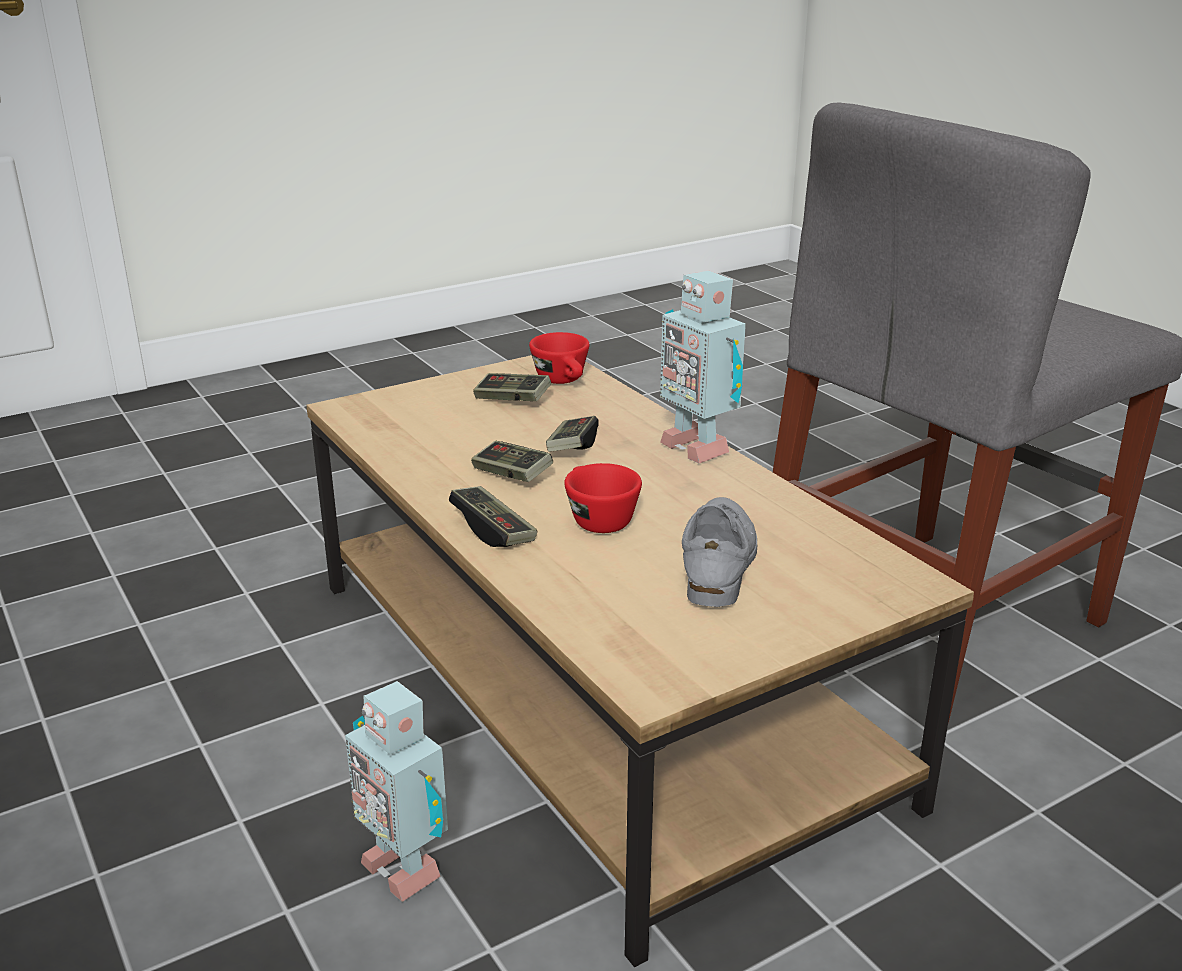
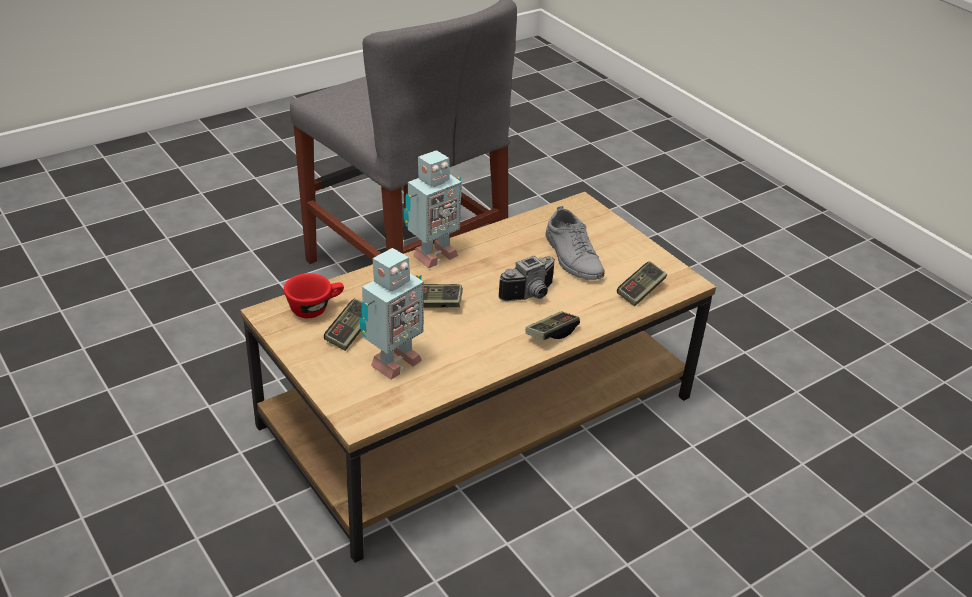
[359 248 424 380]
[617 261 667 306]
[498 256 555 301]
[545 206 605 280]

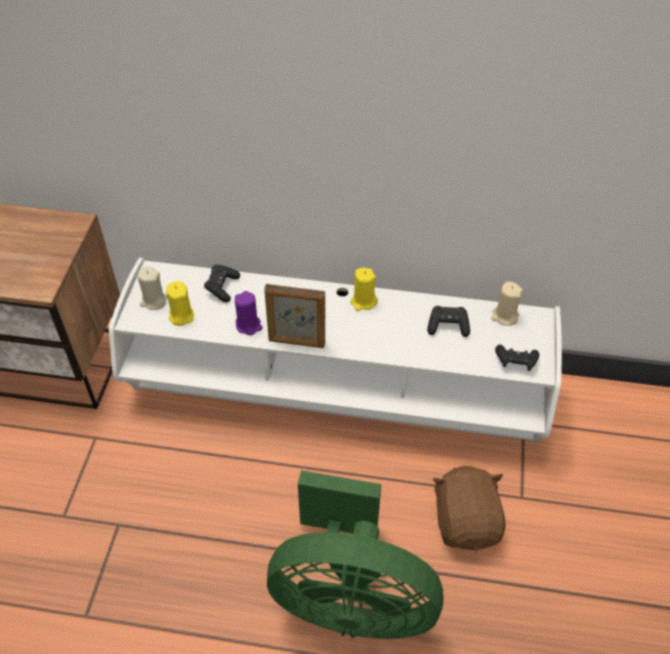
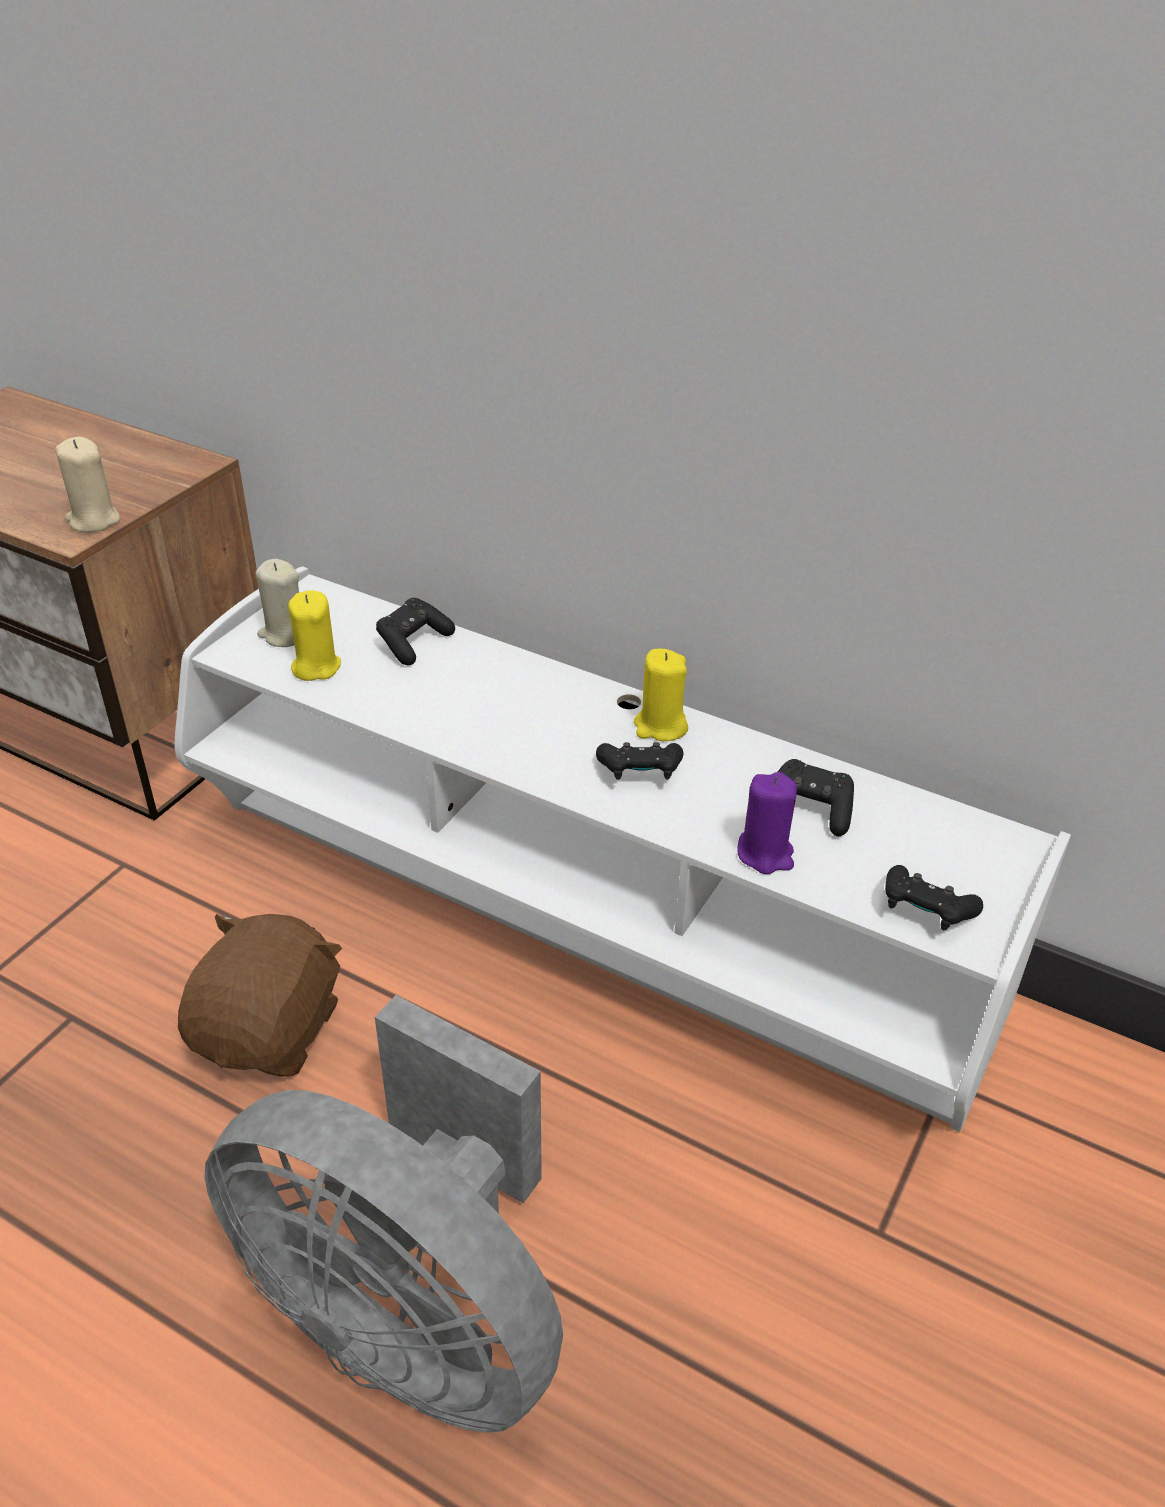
[264 284 325 348] (first image)
[596 742 683 780]
[737 772 797 874]
[178 914 342 1077]
[55 437 120 533]
[204 995 563 1433]

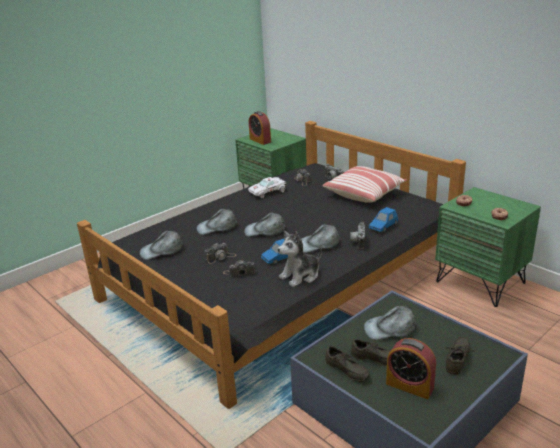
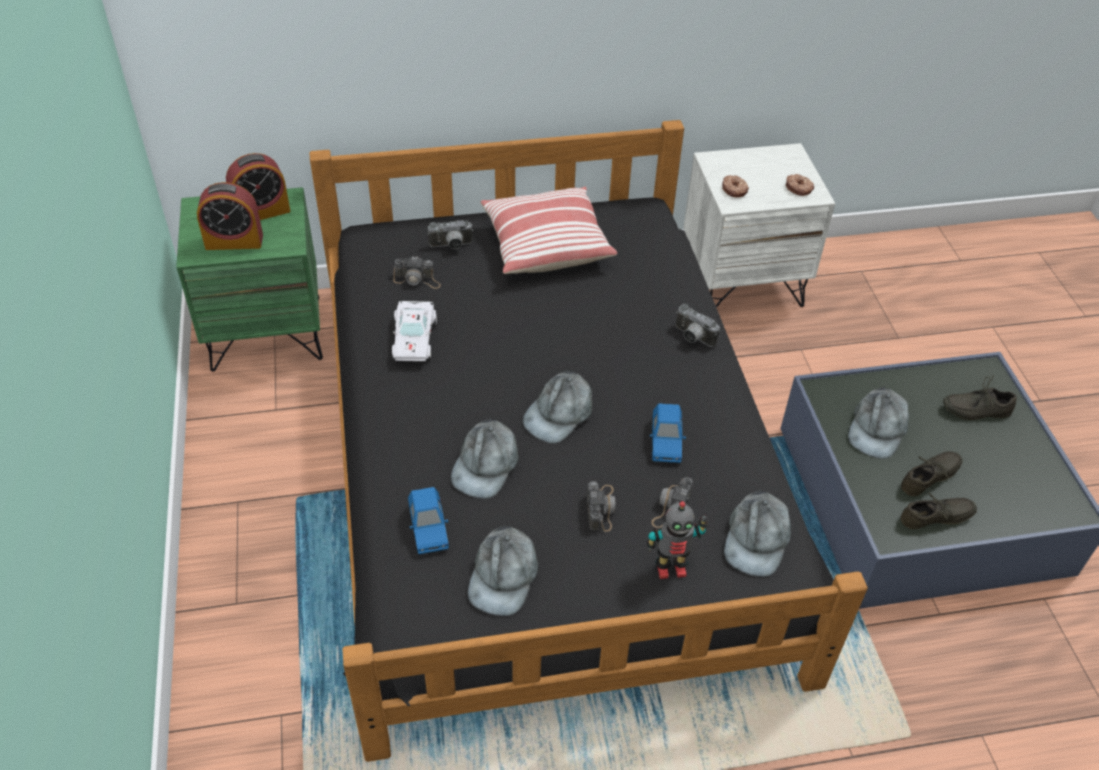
[277 231 322 287] (first image)
[647 501 708 579]
[724 490 791 577]
[408 487 449 554]
[226 153 291 220]
[683 143 835 308]
[943 375 1017 420]

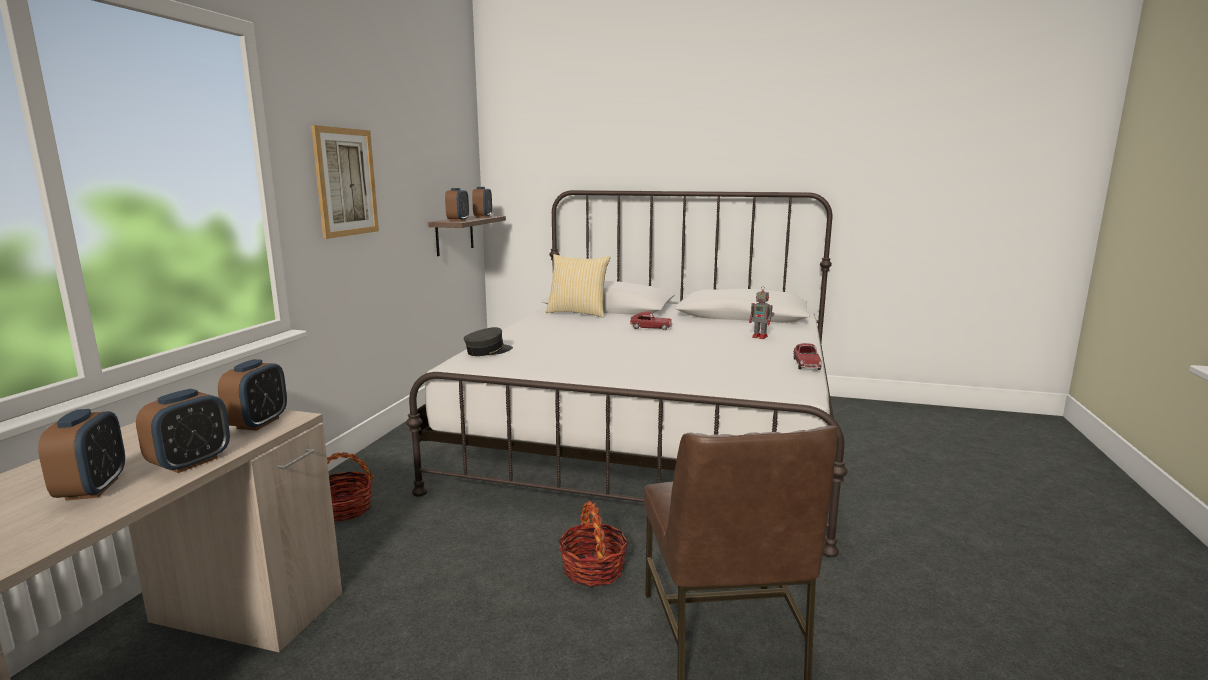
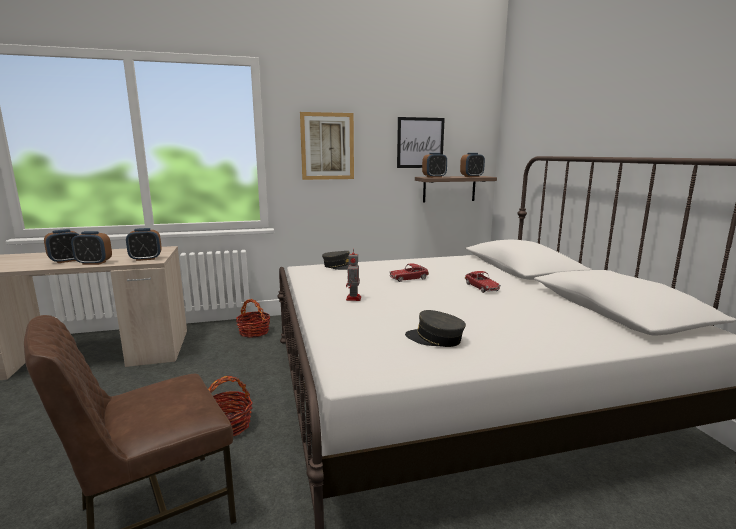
[545 254 611 318] (first image)
[397 117 445 168]
[405 310 466 347]
[346 248 361 301]
[389 264 429 282]

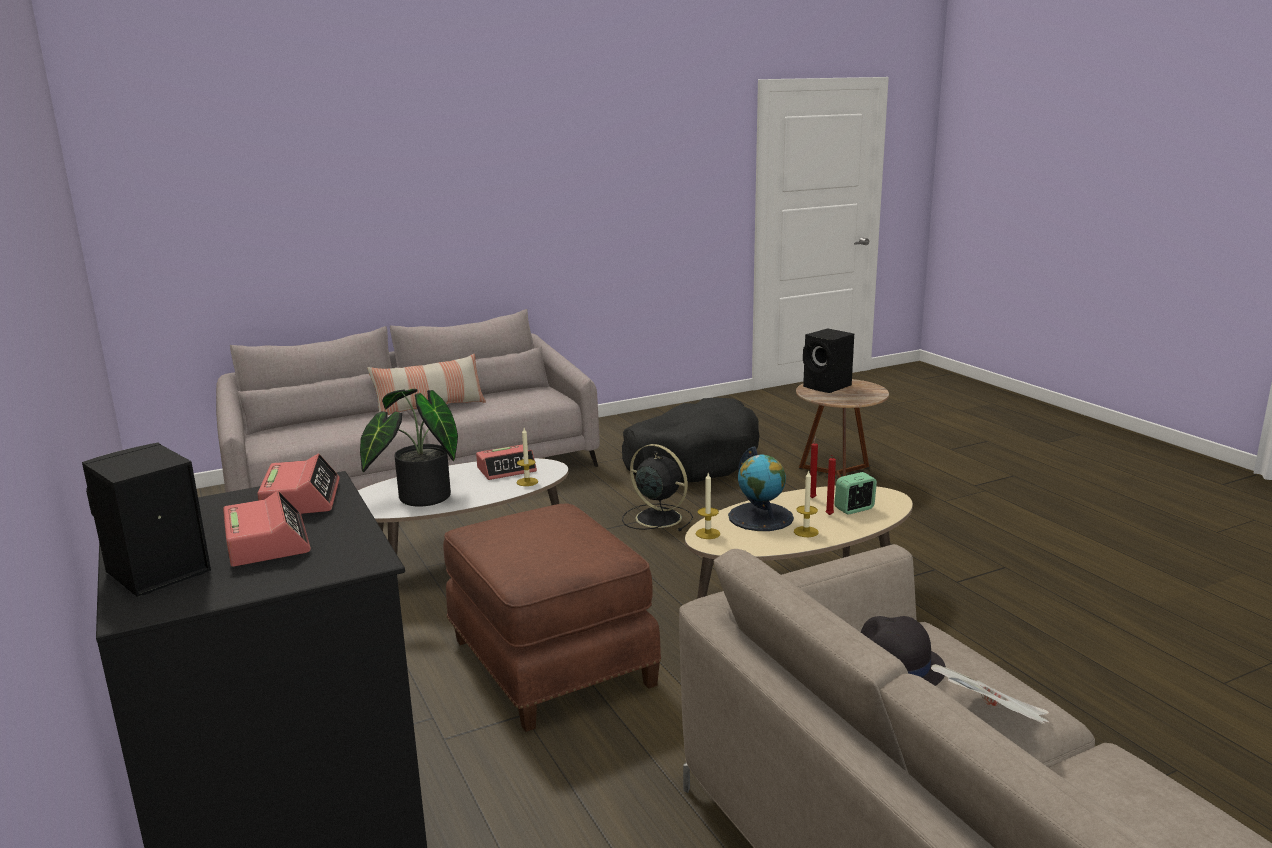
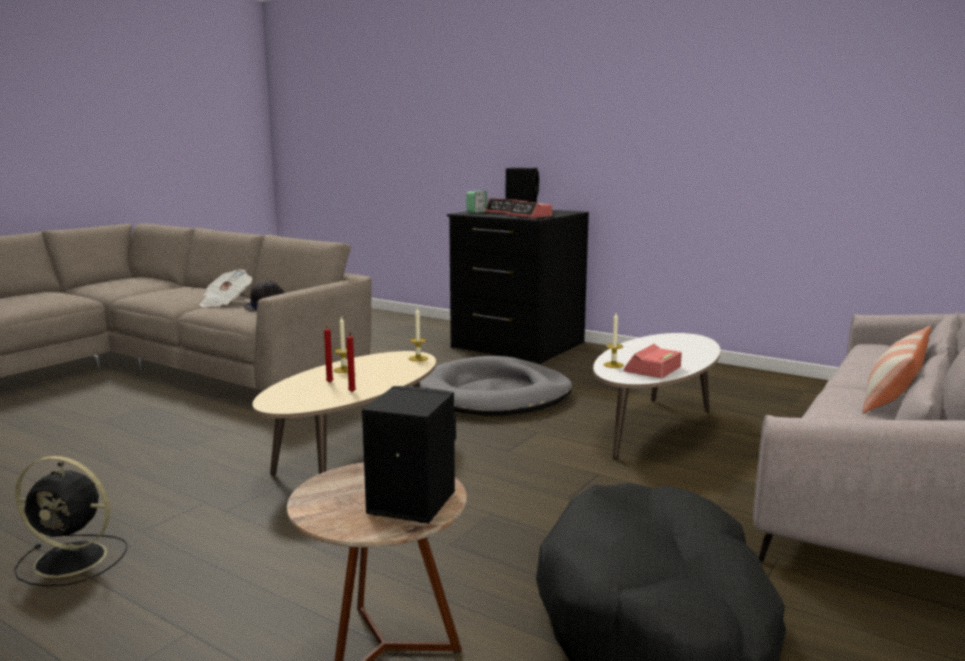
[360 389 458 507] (first image)
[728 447 794 531] (first image)
[14 456 127 587]
[466 191 487 213]
[420 356 572 416]

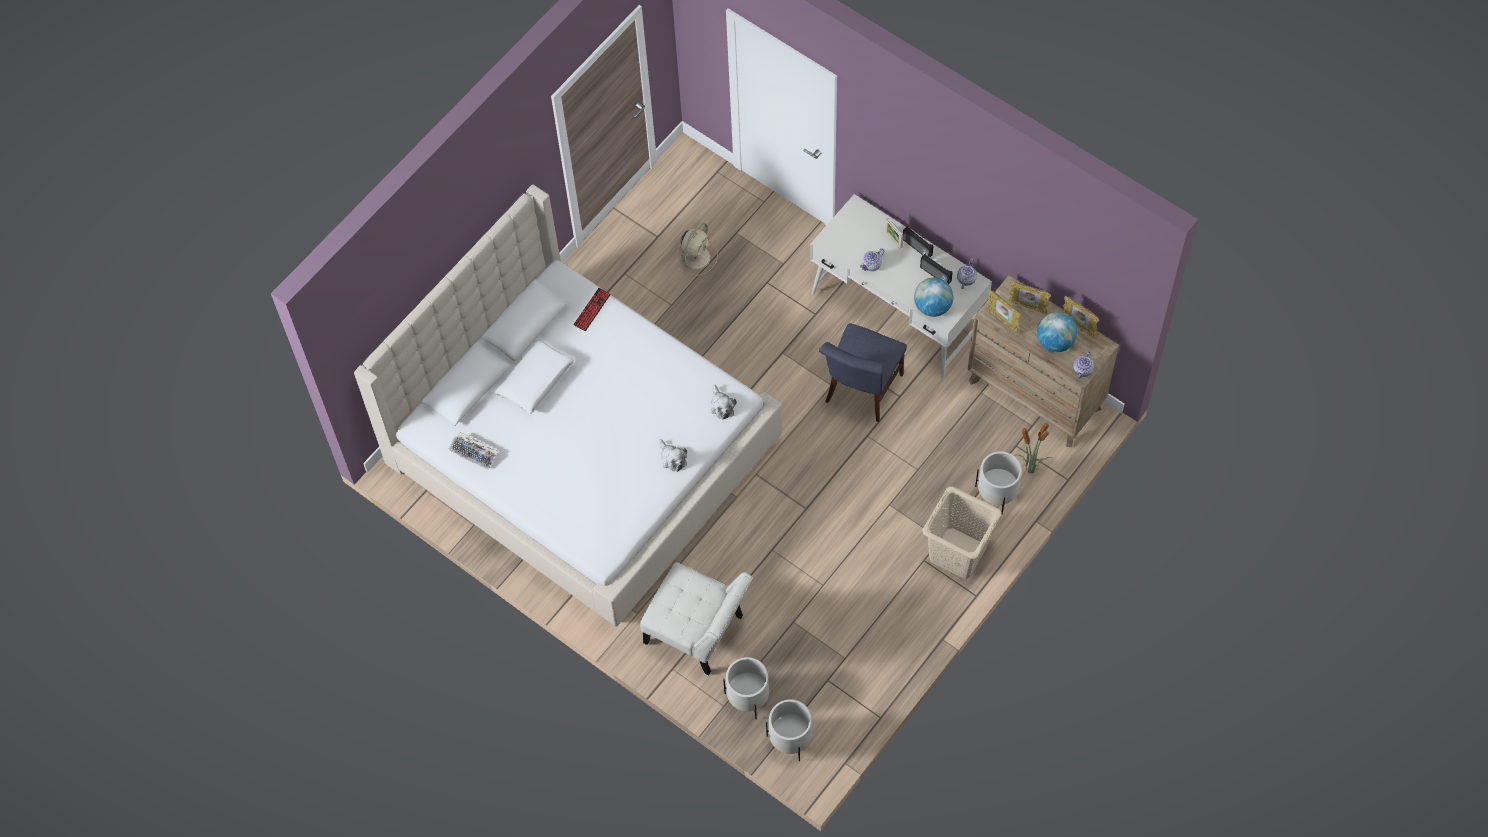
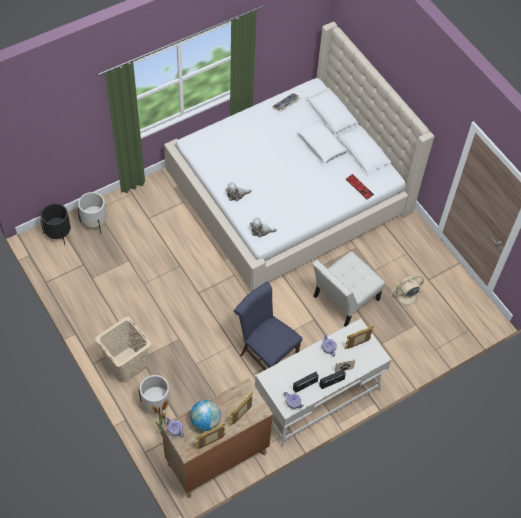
[914 277 953 317] (first image)
[313 251 385 327]
[344 325 374 349]
[40 203 71 245]
[391 276 424 310]

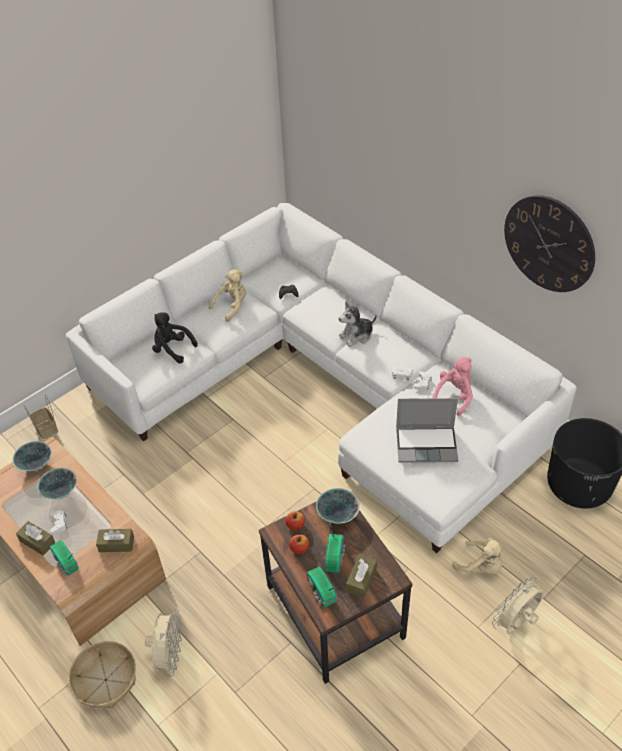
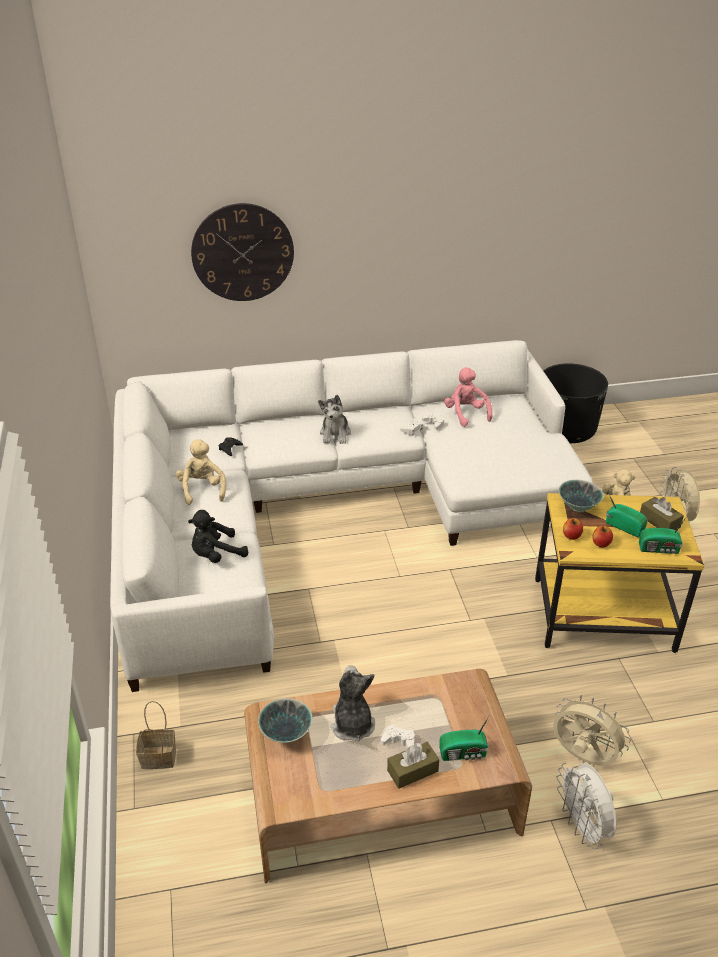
[96 529 134 552] (first image)
[396 398 458 463] (first image)
[191 203 294 301]
[331 665 375 742]
[556 763 616 849]
[535 493 705 653]

